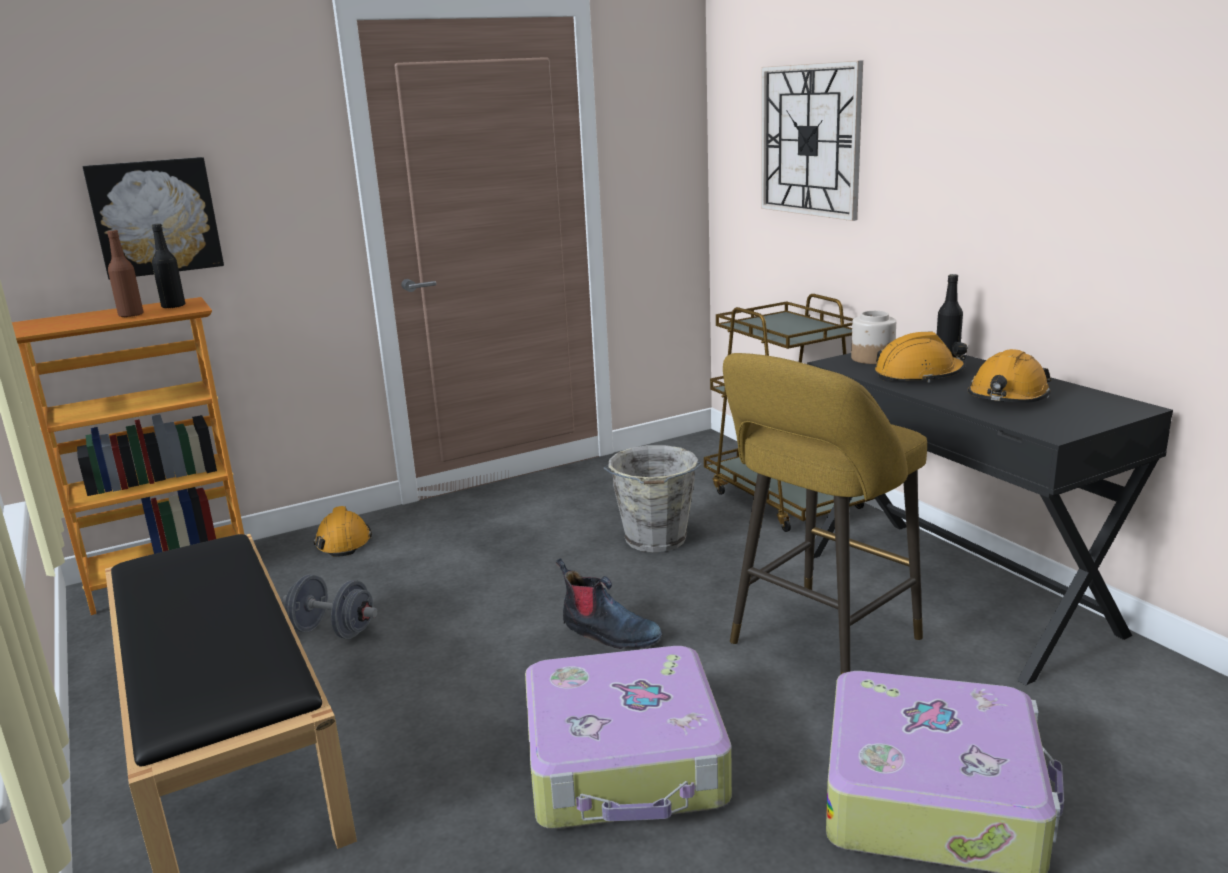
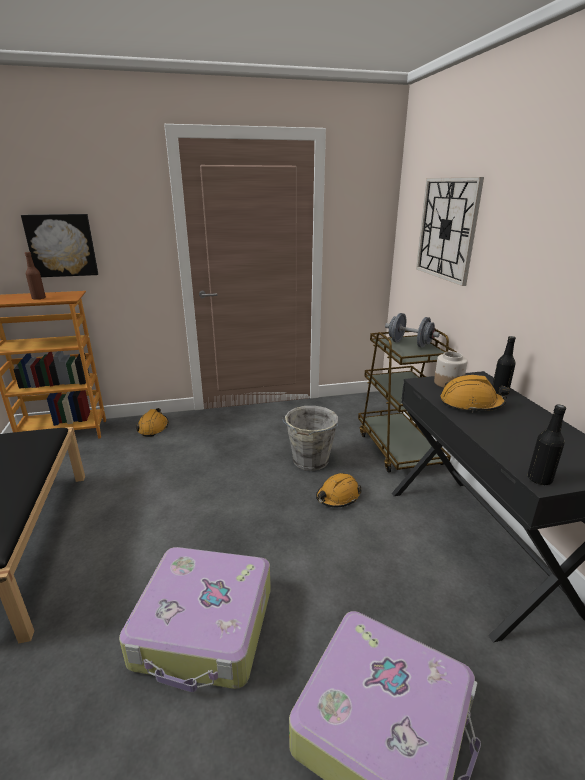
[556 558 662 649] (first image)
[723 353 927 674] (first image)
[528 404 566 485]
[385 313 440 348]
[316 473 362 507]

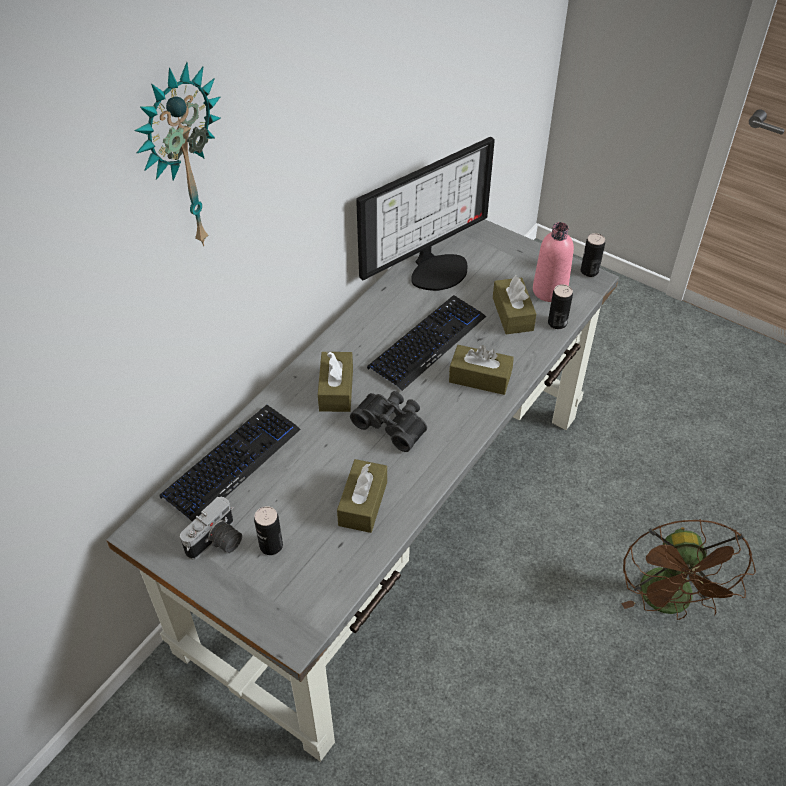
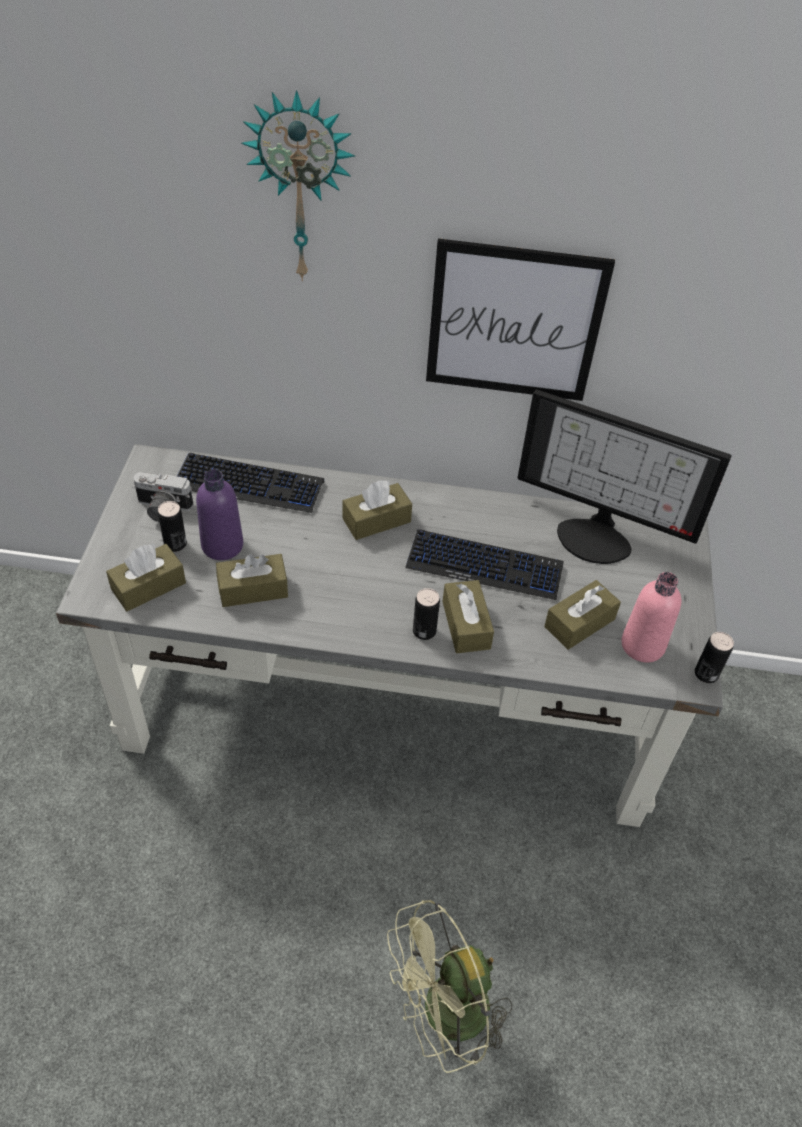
[350 391 427 452] (first image)
[106 544 186 611]
[196 469 243 560]
[426 238 615 401]
[413 588 440 640]
[387 900 512 1073]

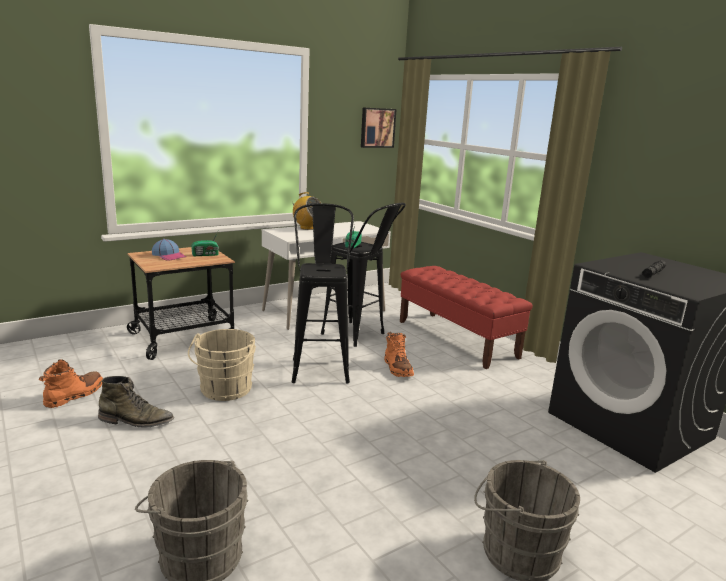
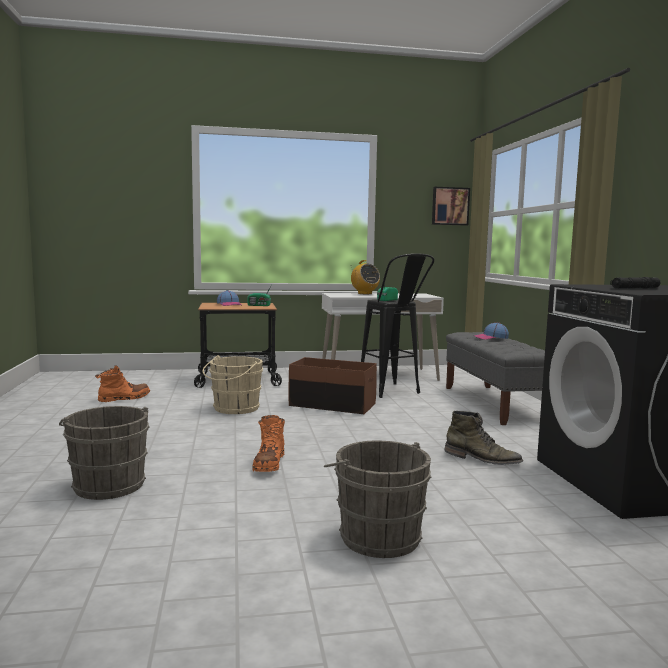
[473 322 509 340]
[444 411 523 465]
[252 415 285 472]
[288 357 377 414]
[446 332 545 425]

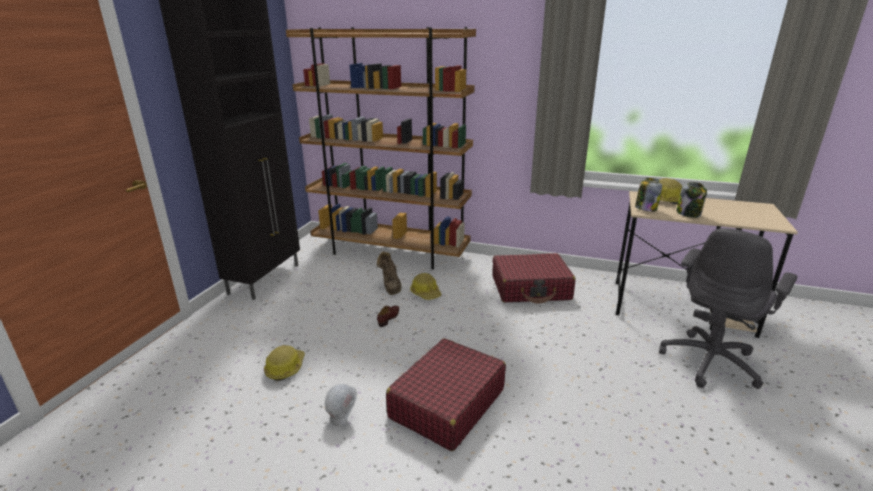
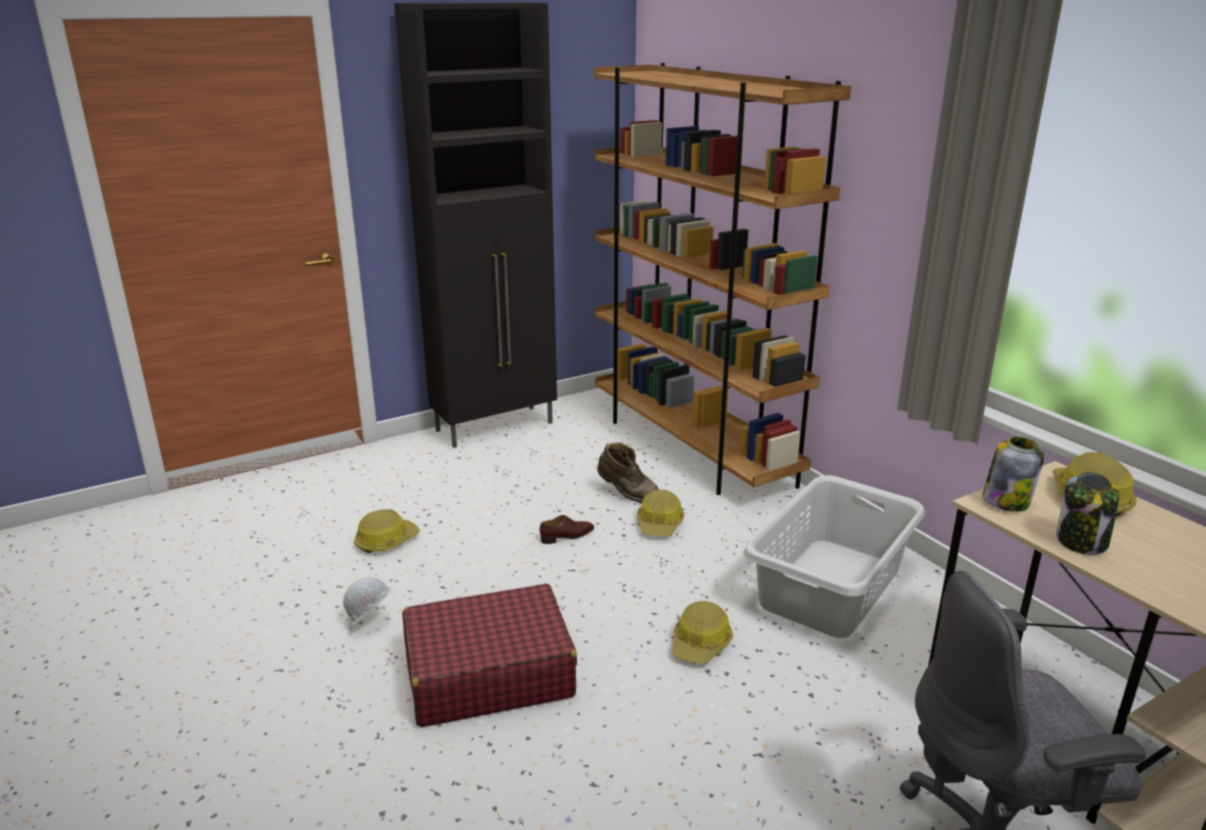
[672 601 733 664]
[744 475 925 638]
[597 442 659 503]

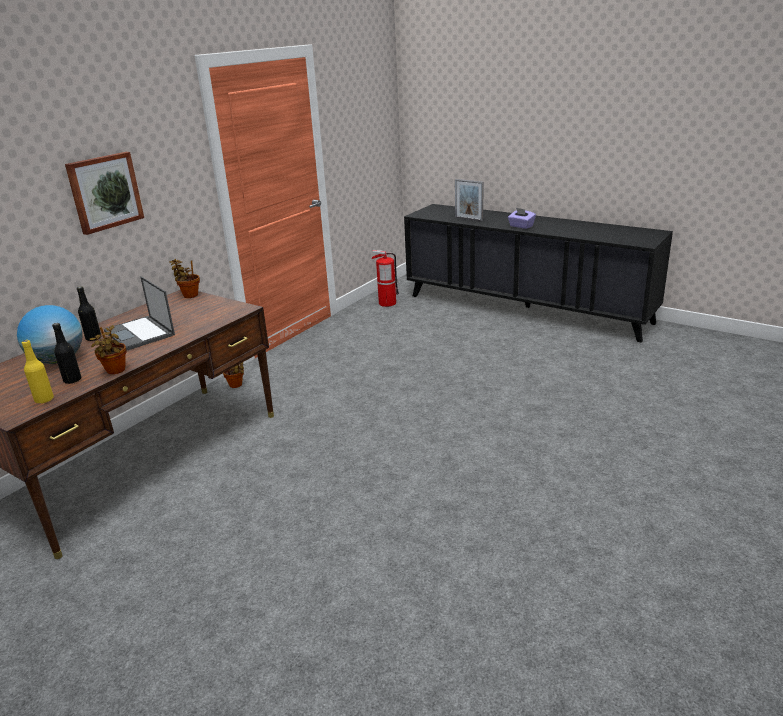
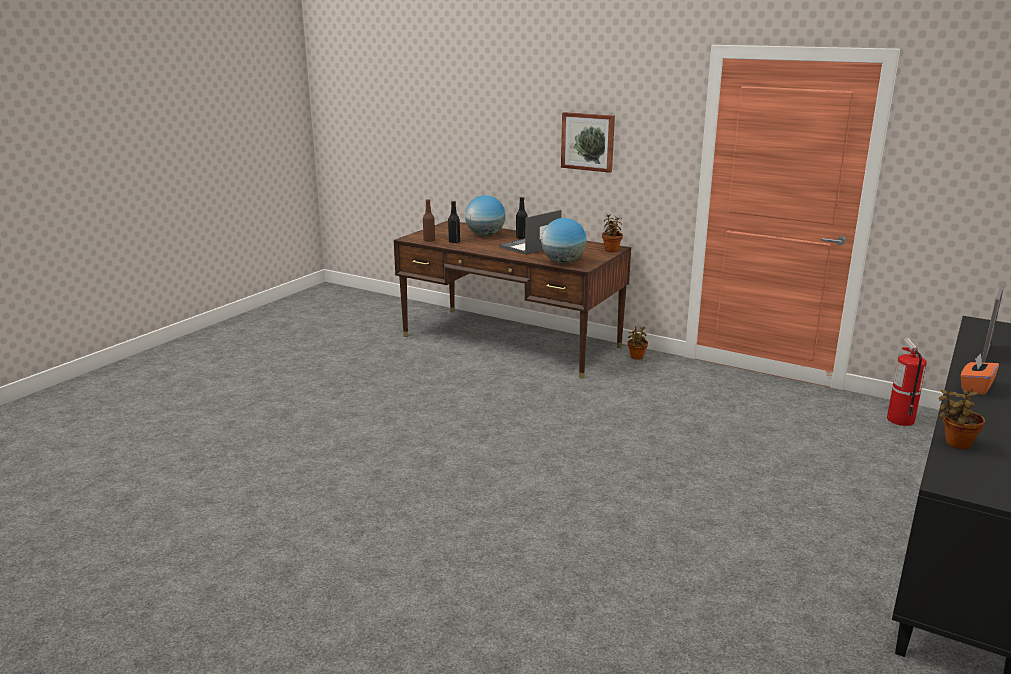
[541 218 587 264]
[939 388 985 449]
[423 199 435 242]
[961 353 999 395]

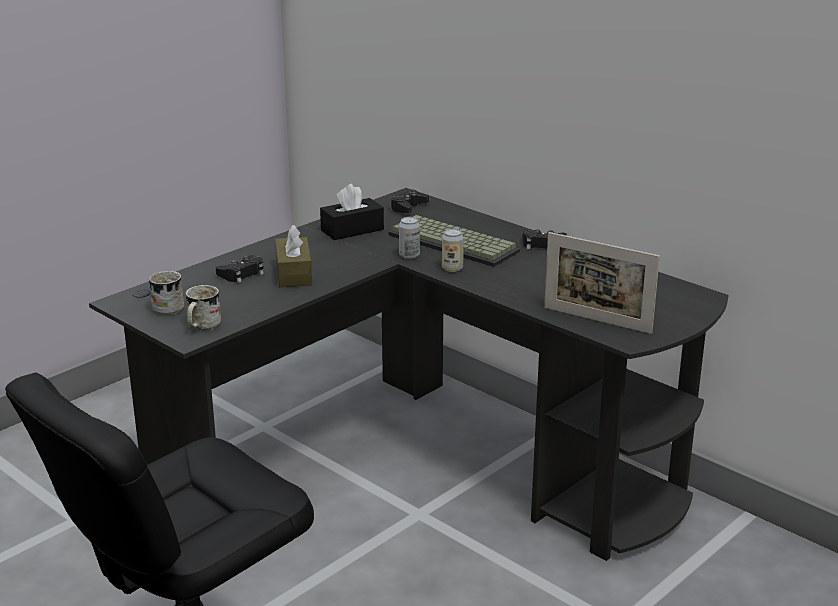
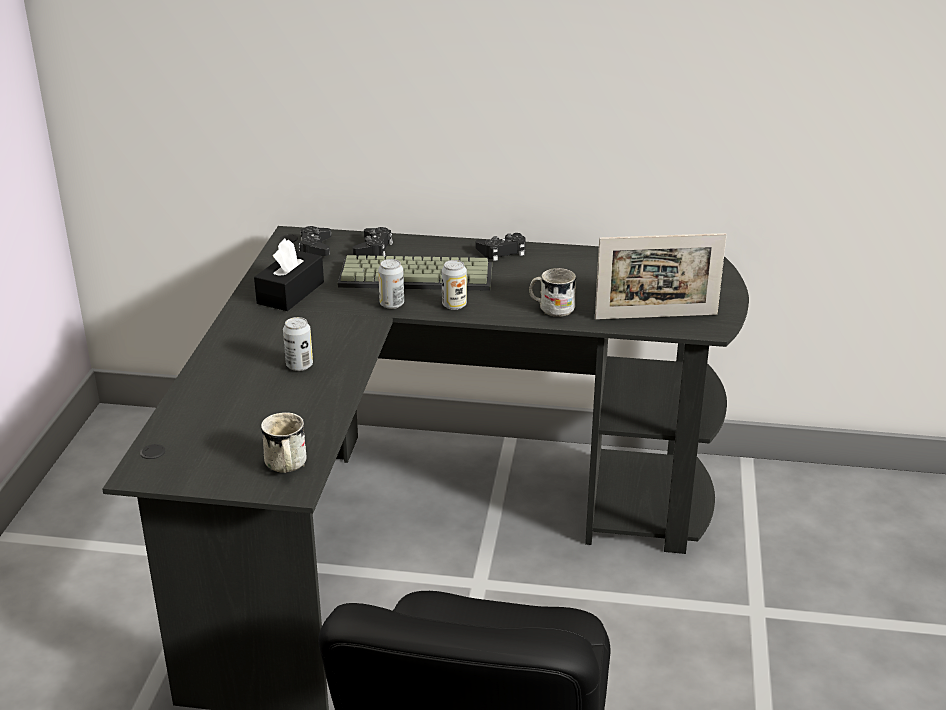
[529 268 576 317]
[353 227 393 258]
[283 317 313 371]

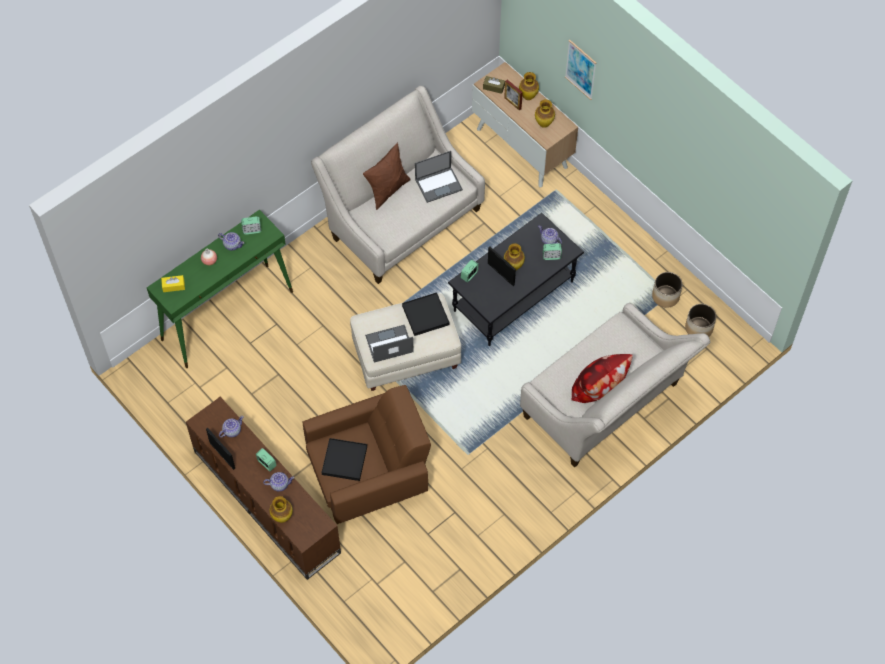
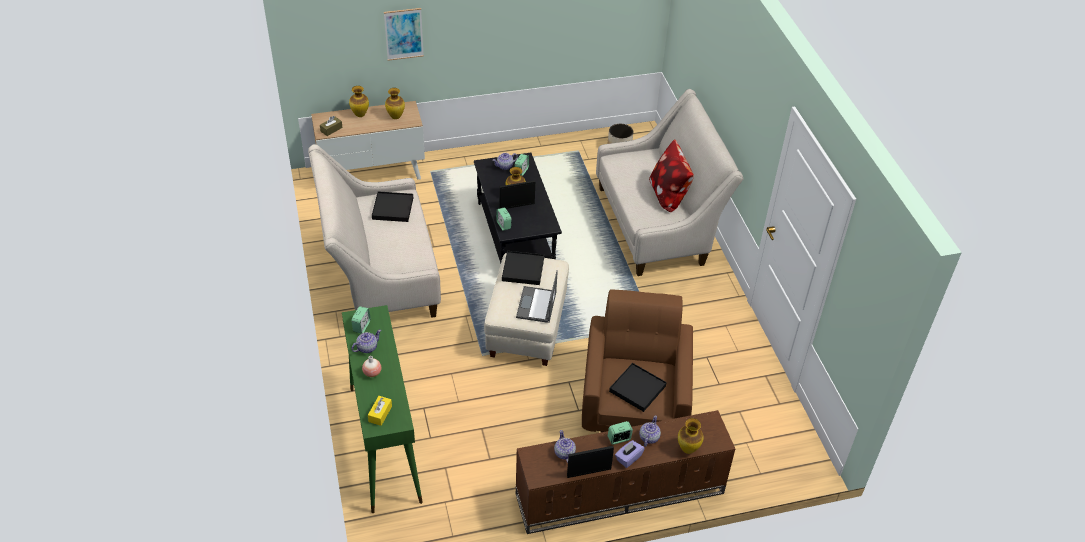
[363 143 410 210] (first image)
[504 79 523 111] (first image)
[652 272 682 308] (first image)
[615 440 645 468]
[372 191 413 222]

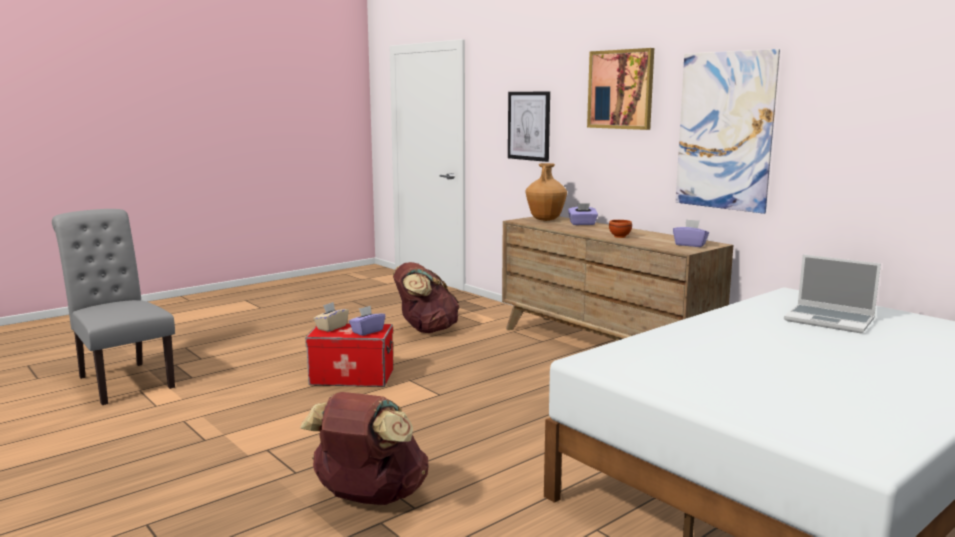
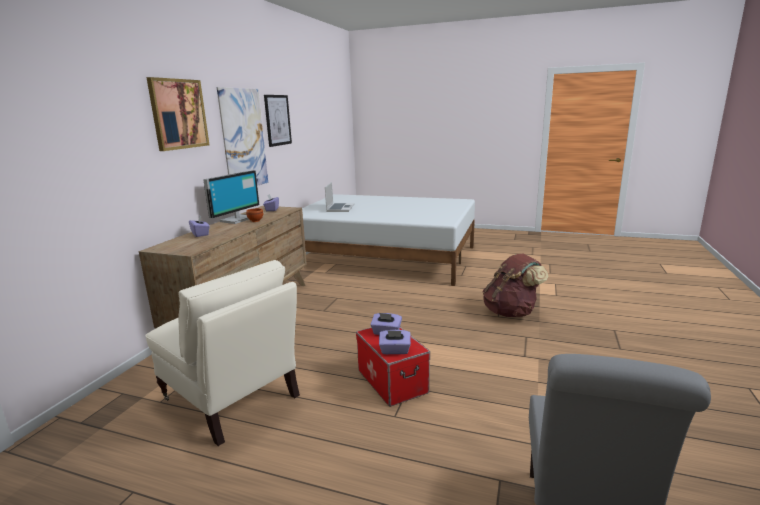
[526 163 567 221] (first image)
[203 170 259 224]
[264 95 292 147]
[145 260 300 446]
[379 330 411 354]

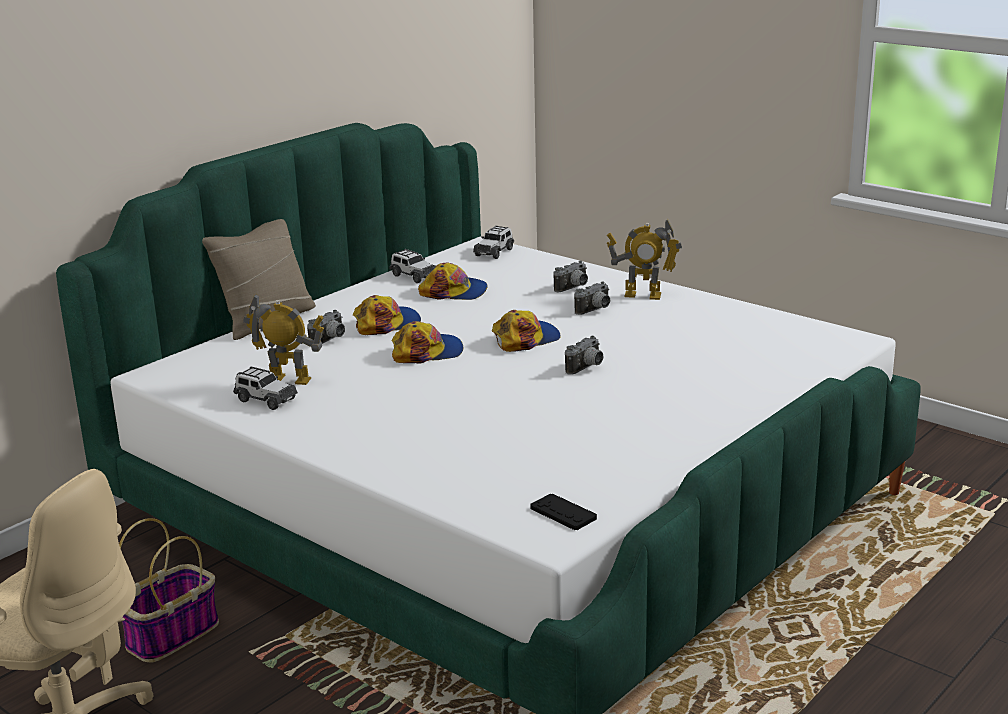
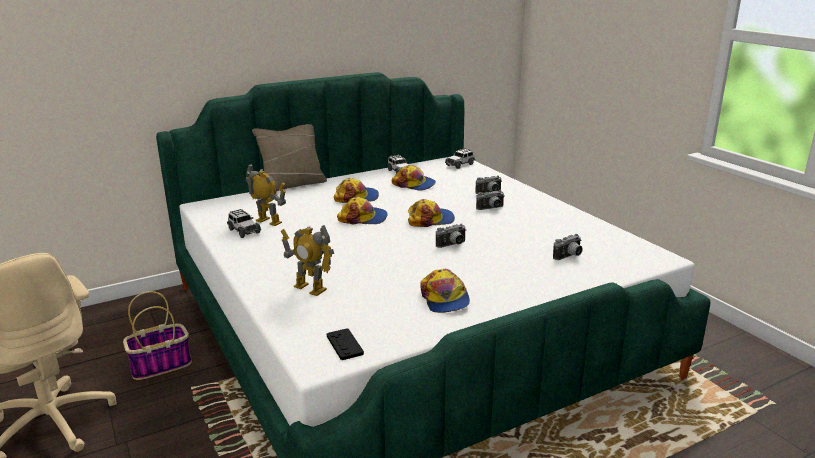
[421 269 470 313]
[553 234 583 260]
[281 225 334 296]

